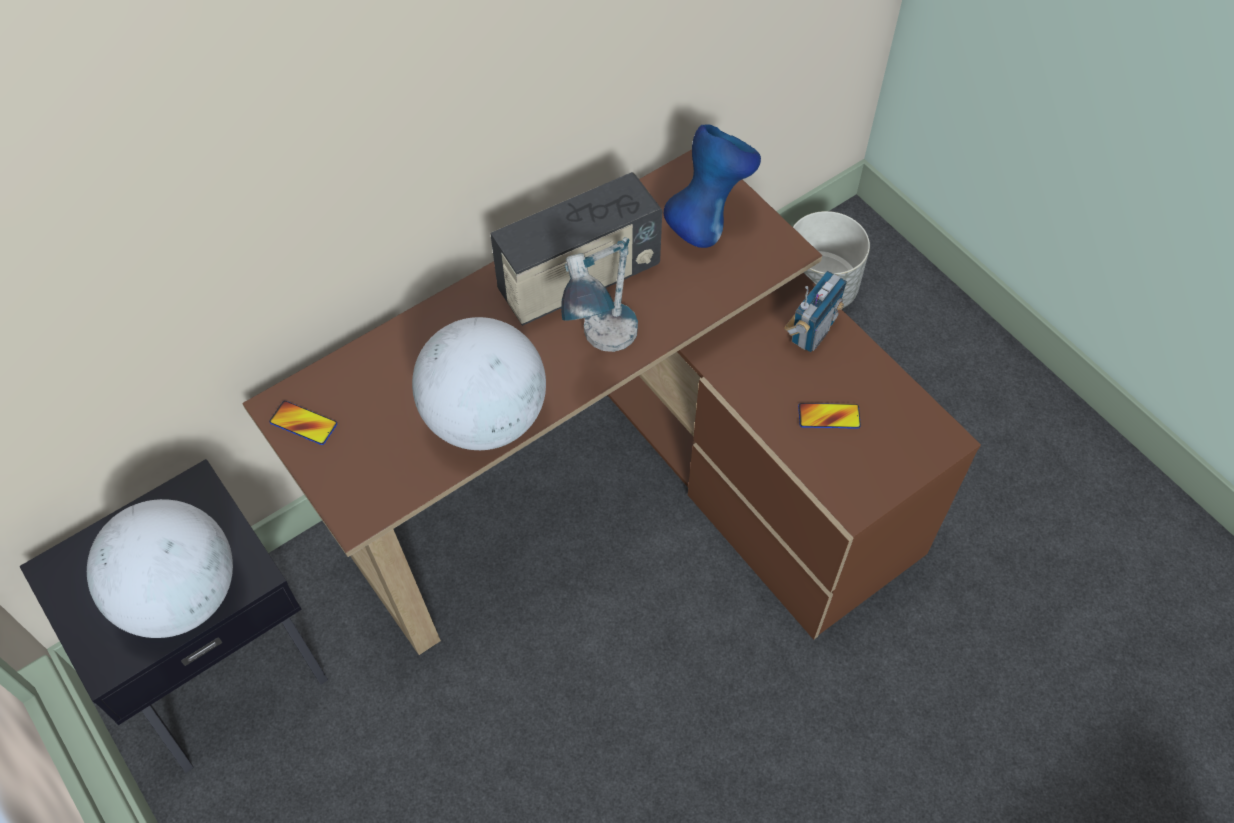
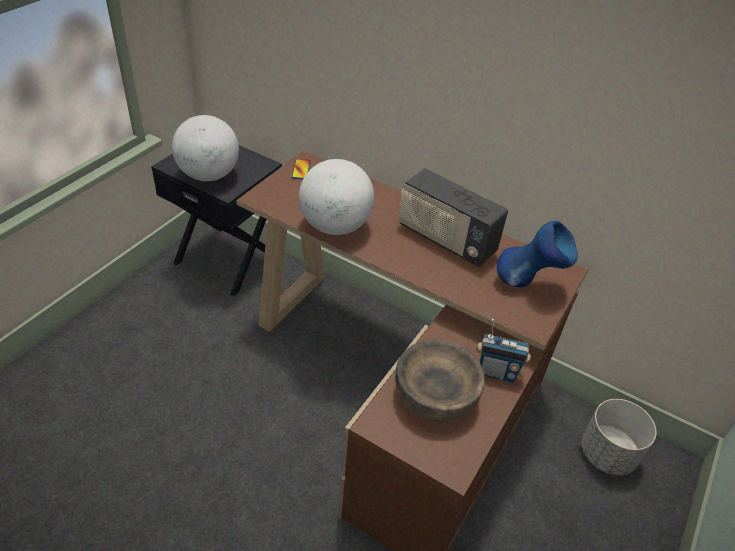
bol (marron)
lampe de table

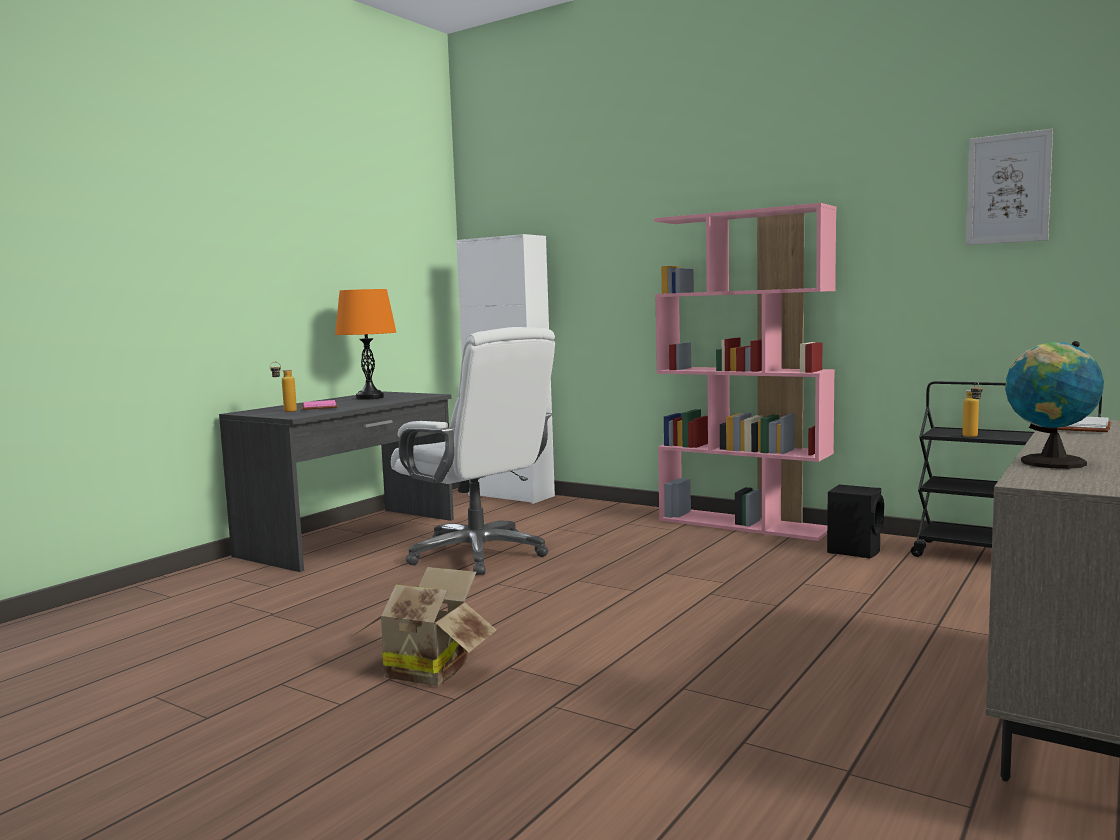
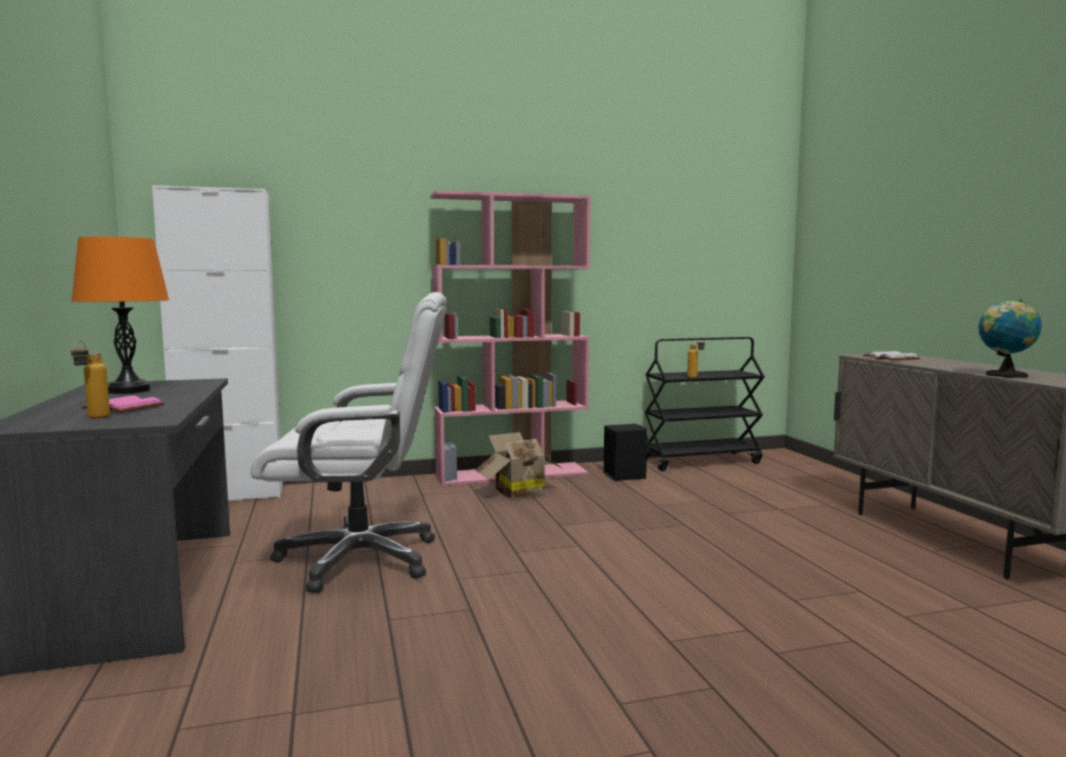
carton
tableau

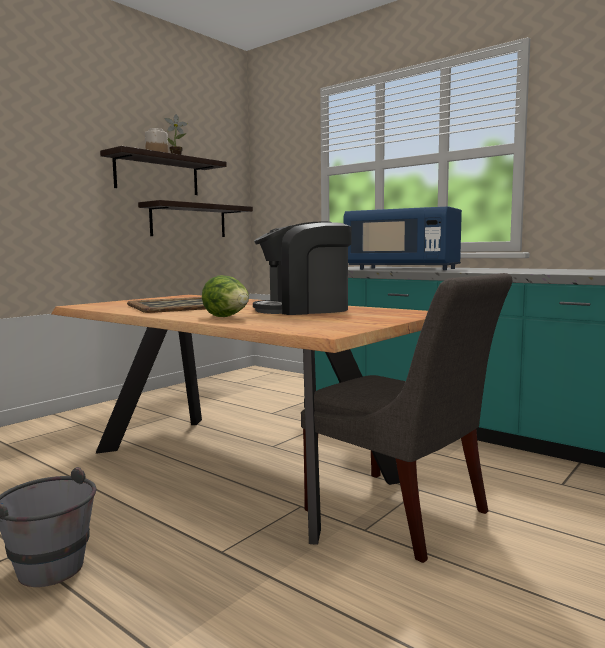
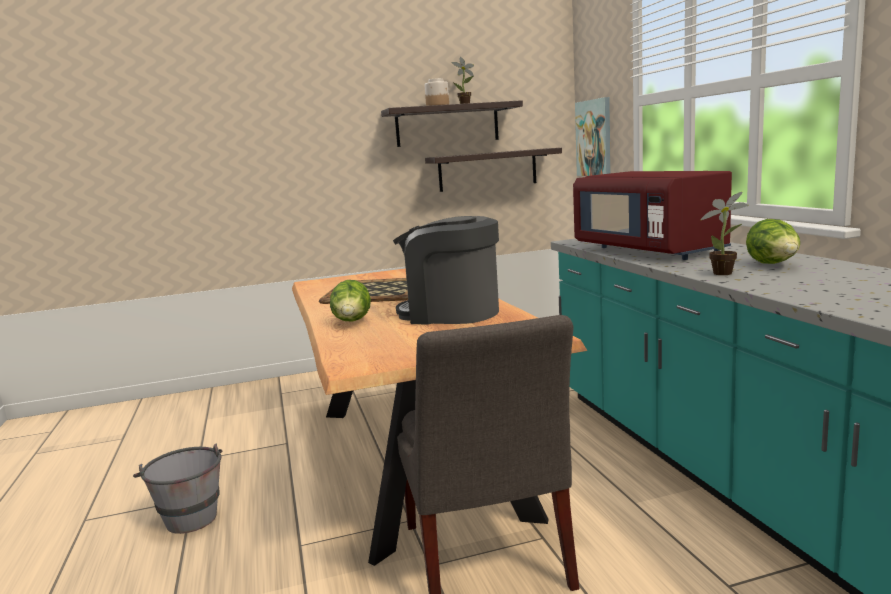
micro-ondes (rouge)
tableau
plante en pot (no. 2 from left)
laitue (no. 2 from left)

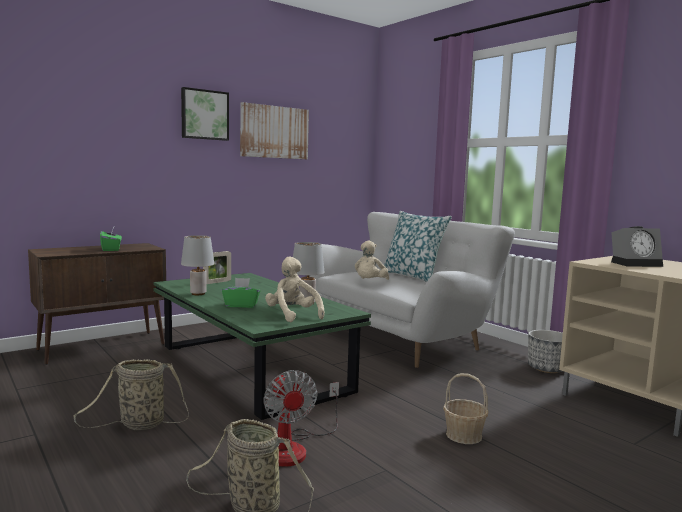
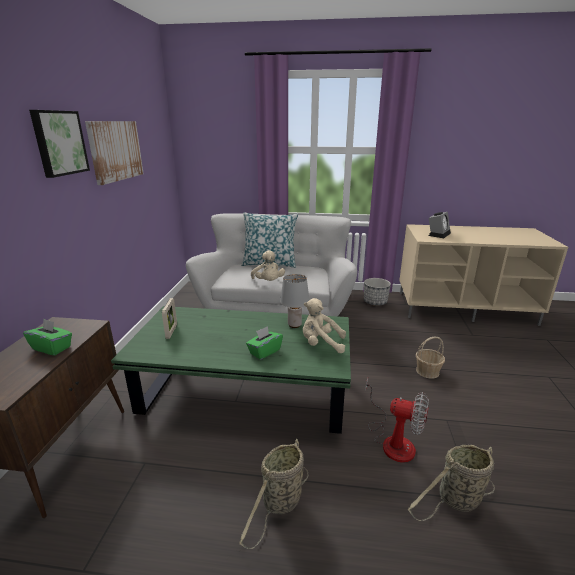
lampe de table (gris) (no. 1 from left in the first image)

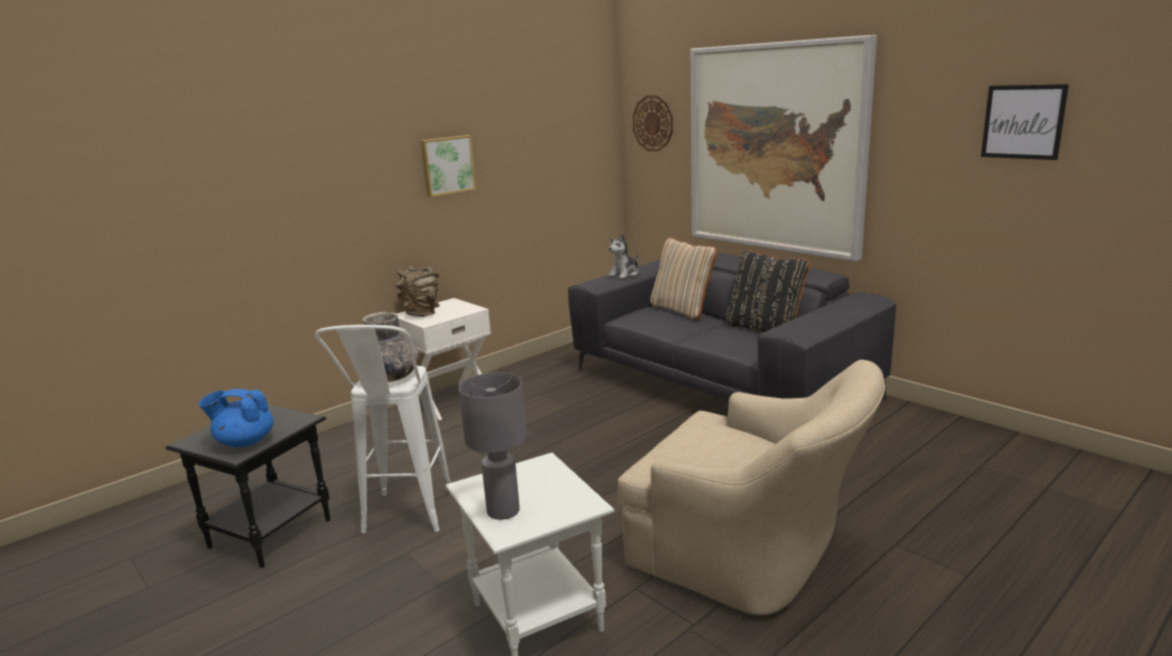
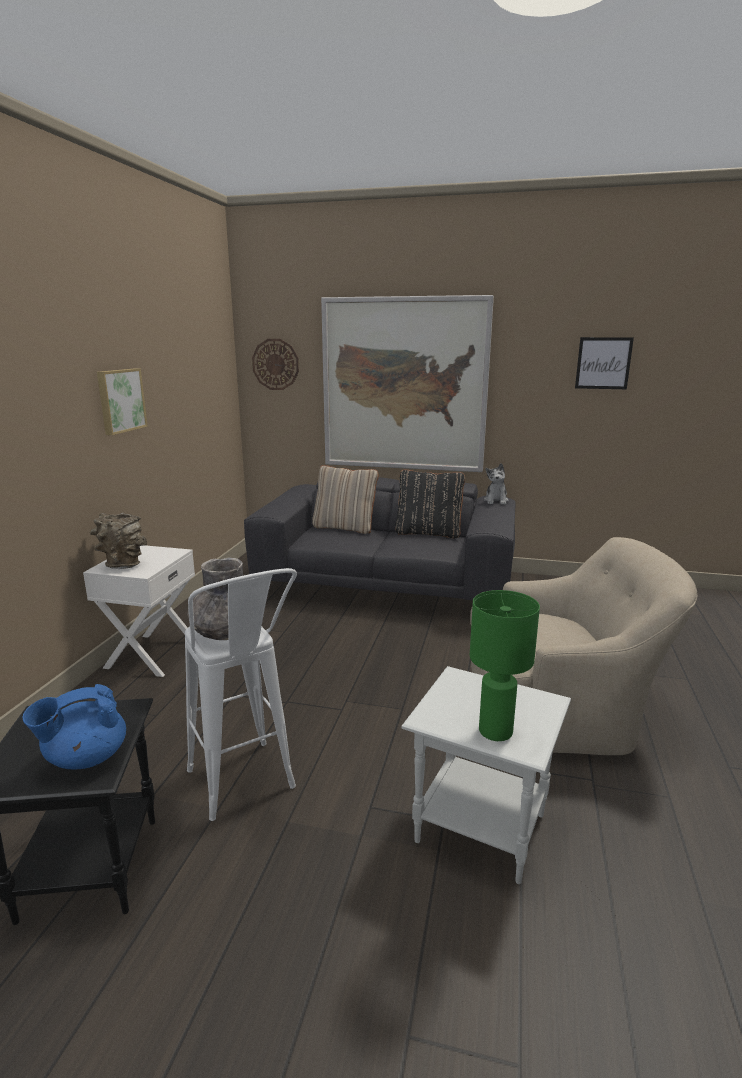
lampe de table (vert)
peluche

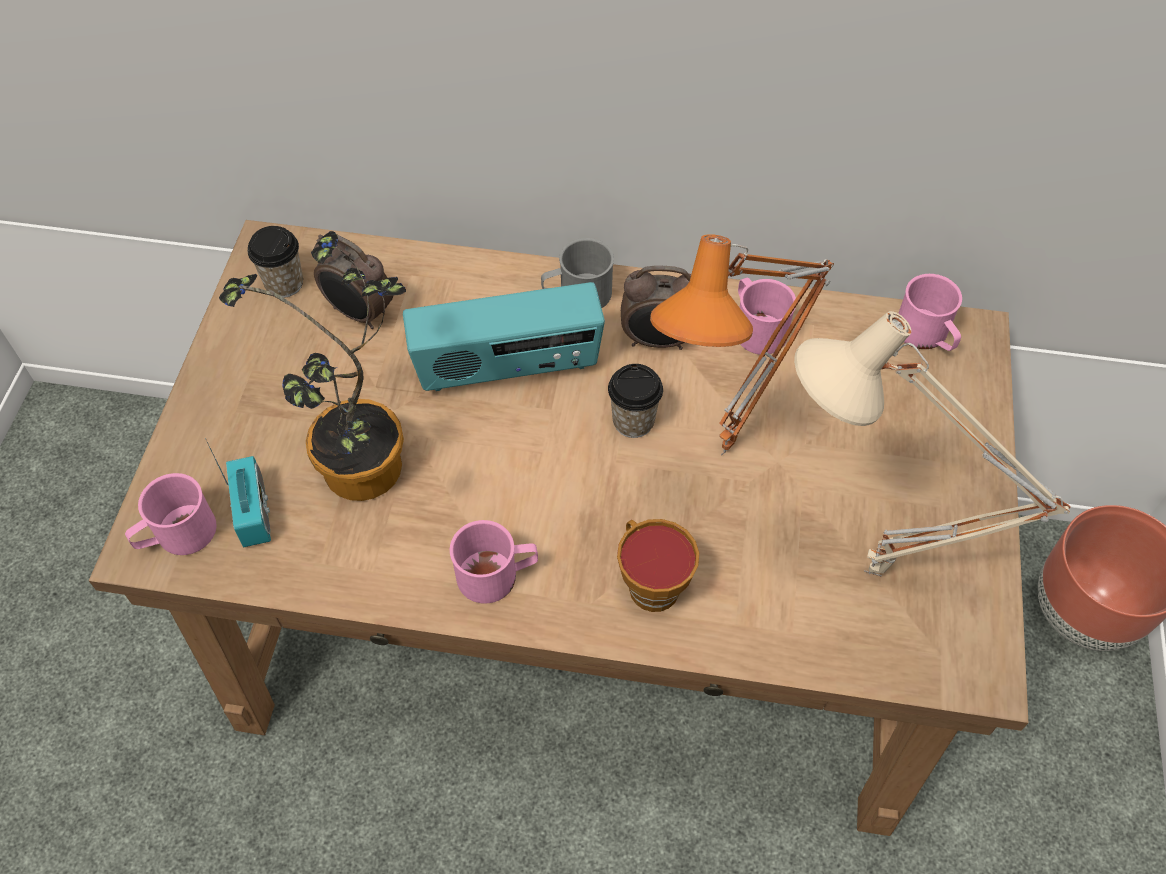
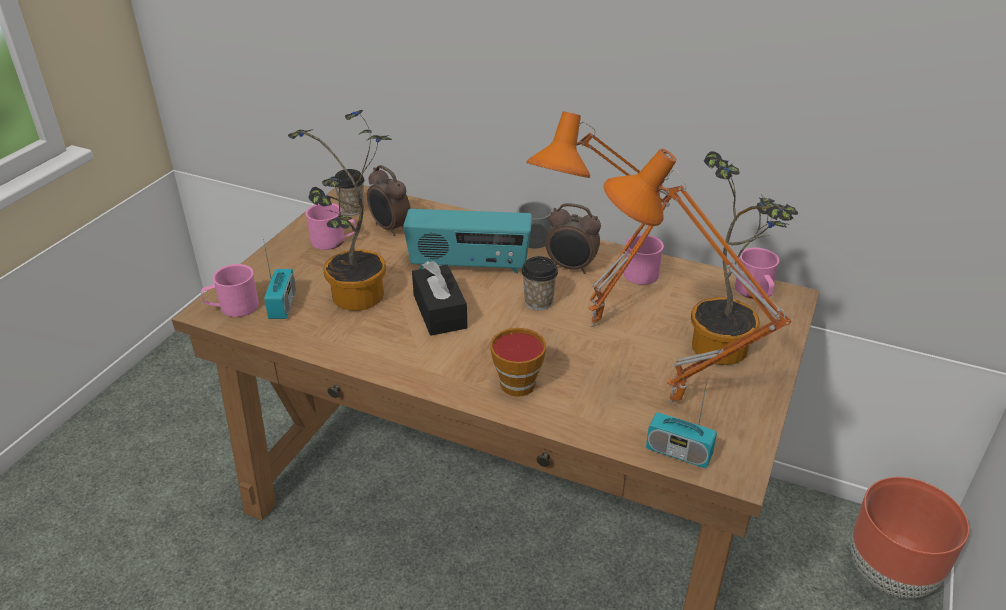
mug (rose) (no. 2 from left)
boîte à mouchoirs (noir)
lampe de table (orange) (no. 2 from left)
radio (no. 3 from left)
plante en pot (no. 2 from left)

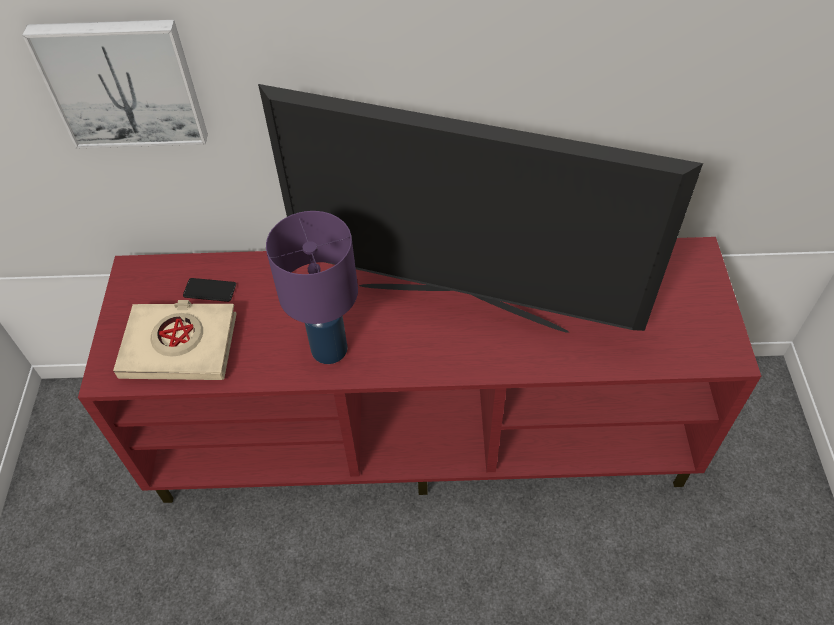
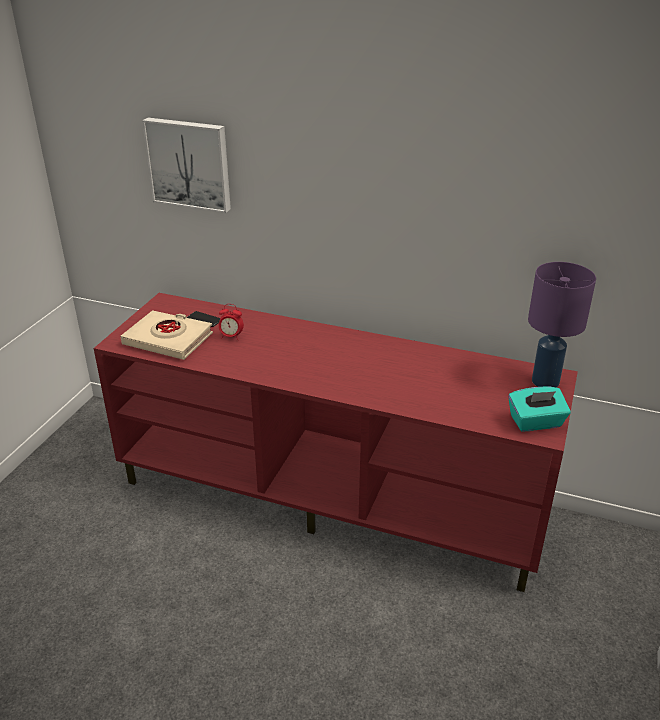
réveil
boîte à mouchoirs (turquoise)
lampe de table (violet)
téléviseur

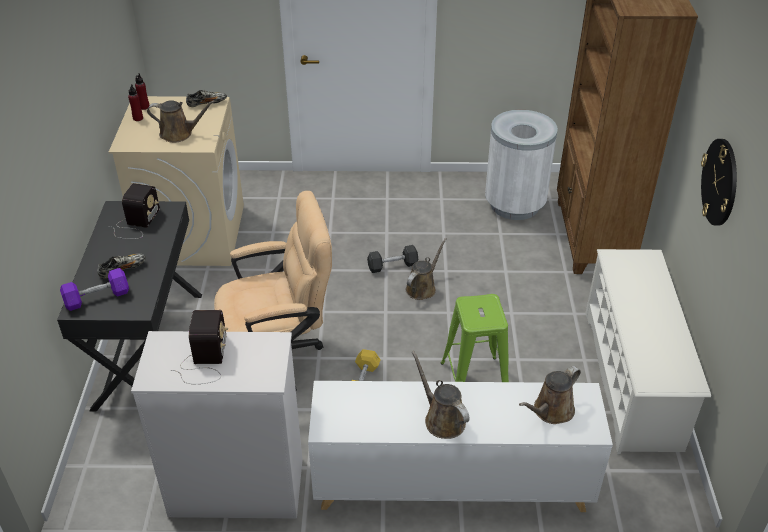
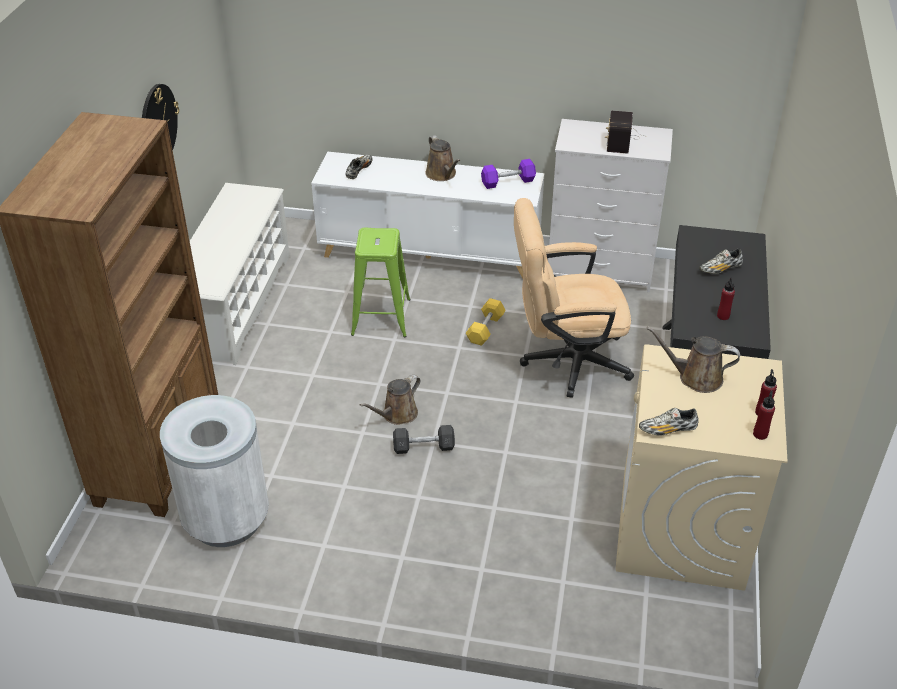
chaussure (no. 1 from left)
haltère (violet)
bouteille (rouge) (no. 1 from left)

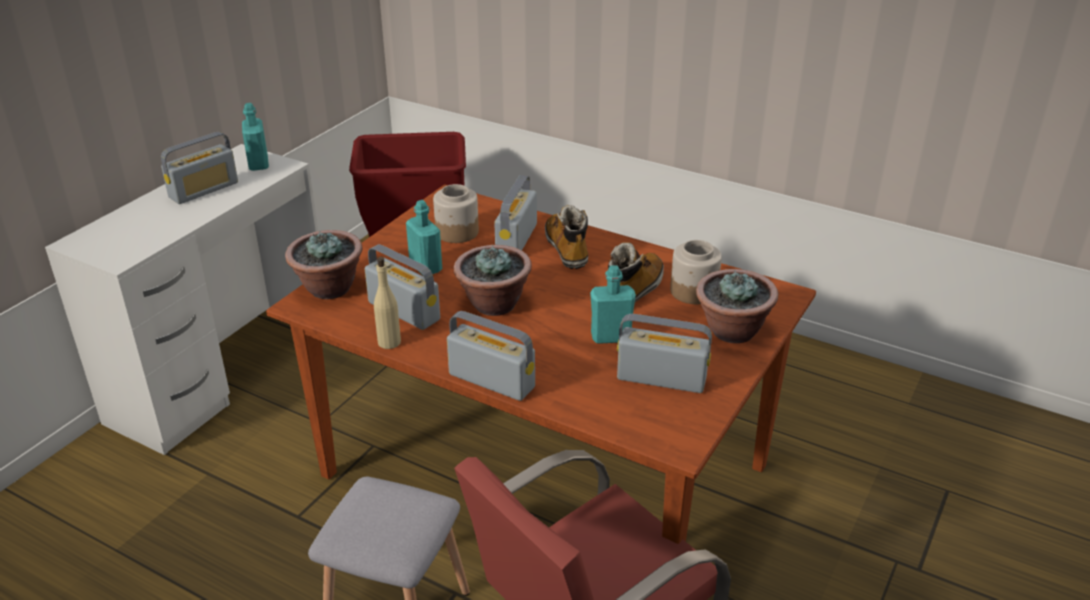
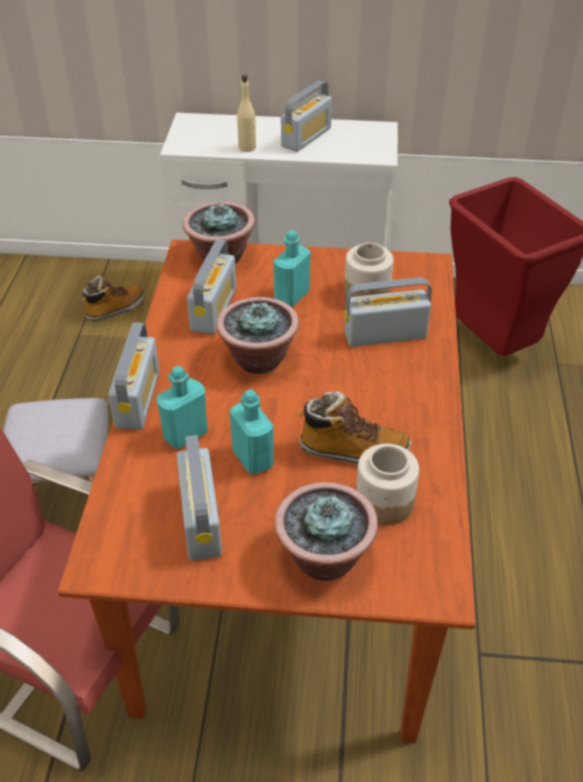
botte (no. 1 from left)
bouteille (turquoise) (no. 1 from left)
bouteille (beige)
radio (no. 4 from left)

